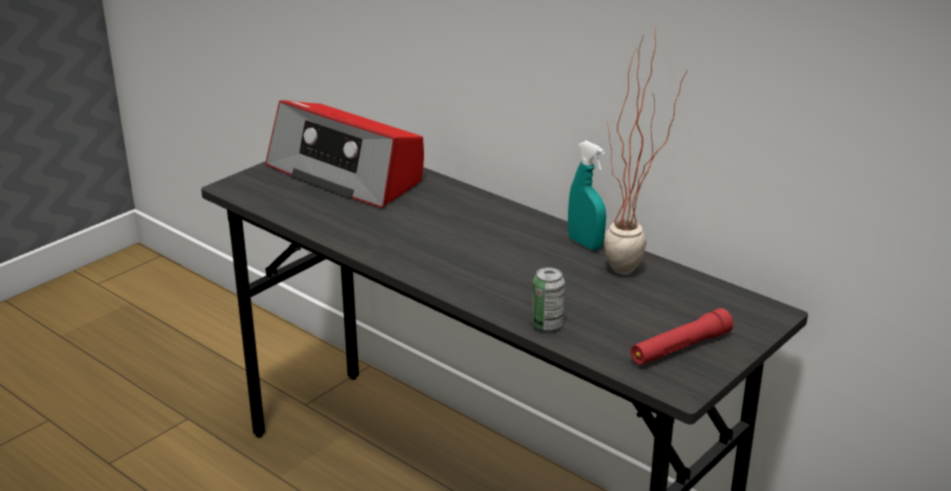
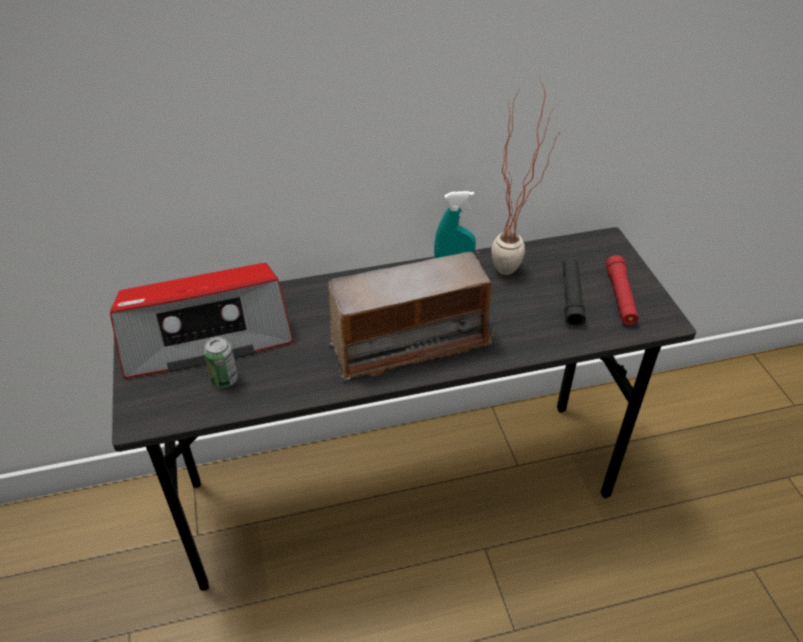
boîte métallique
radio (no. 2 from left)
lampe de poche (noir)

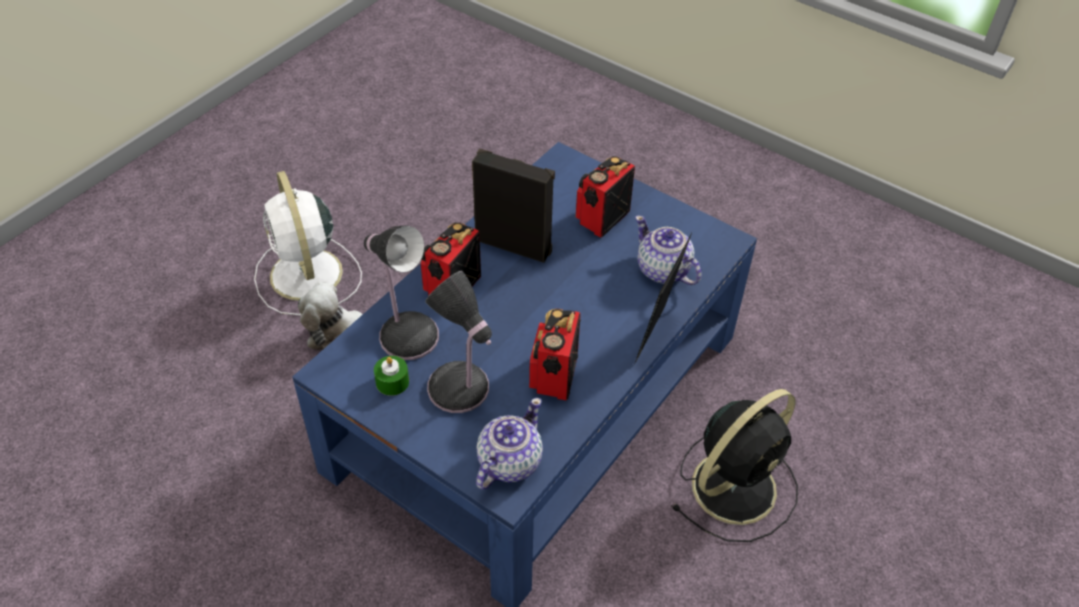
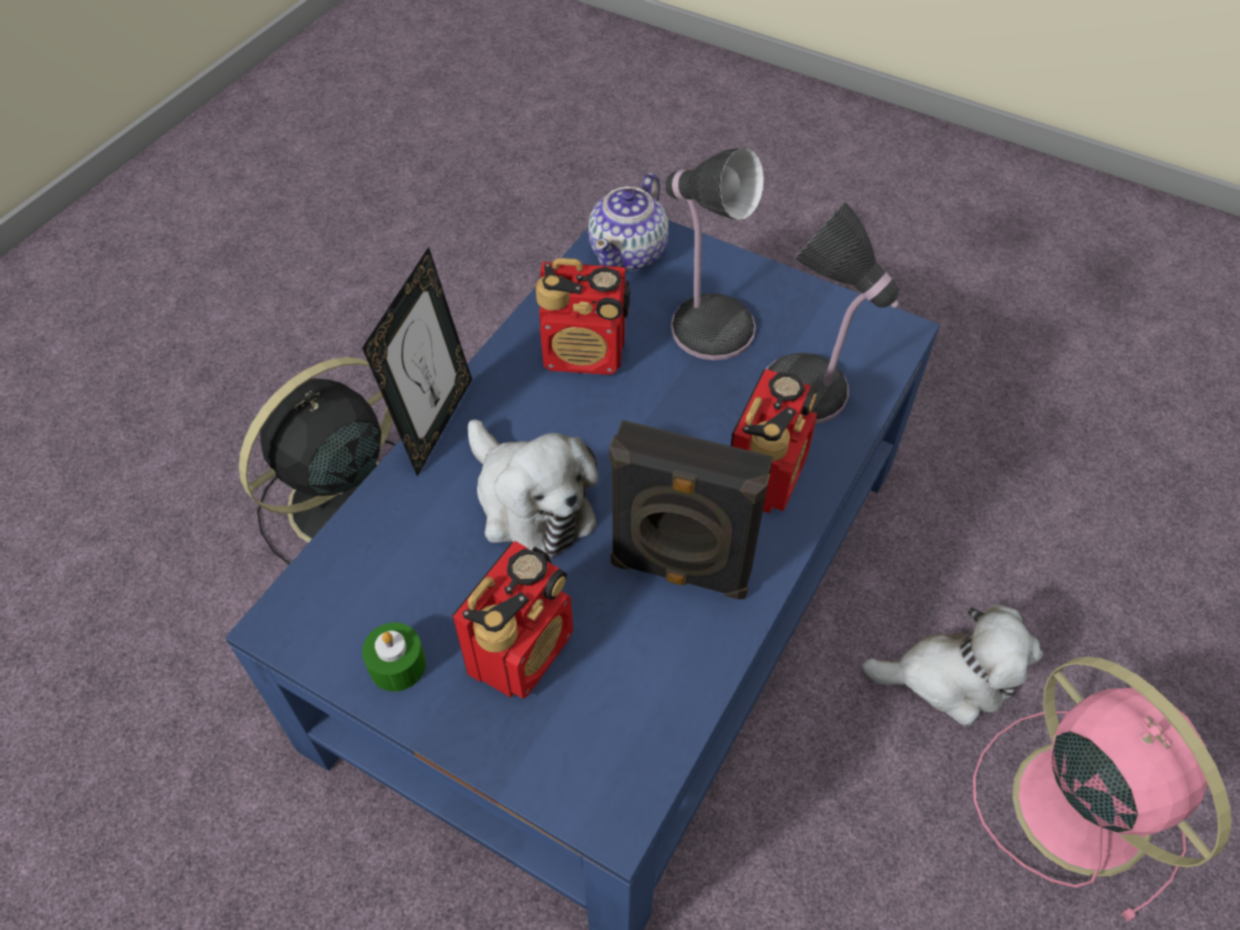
bougie (vert)
peluche (no. 1 from left)
radio (no. 2 from left)
ventilateur (rose)
théière (no. 2 from left in the first image)

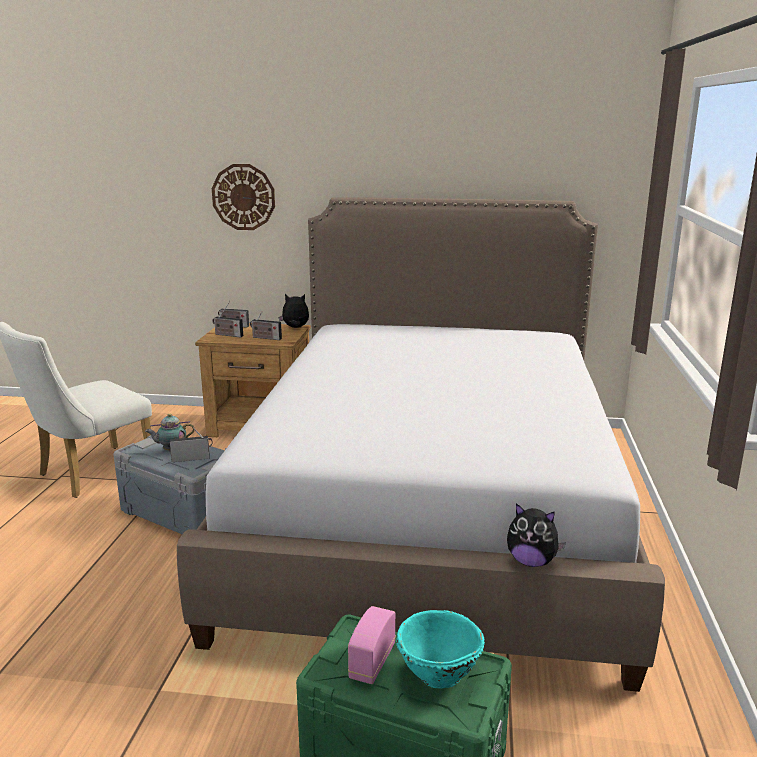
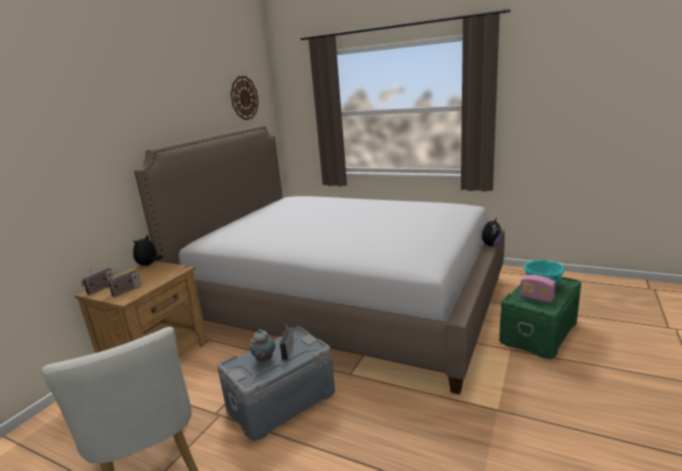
horloge murale
radio (no. 4 from left in the first image)

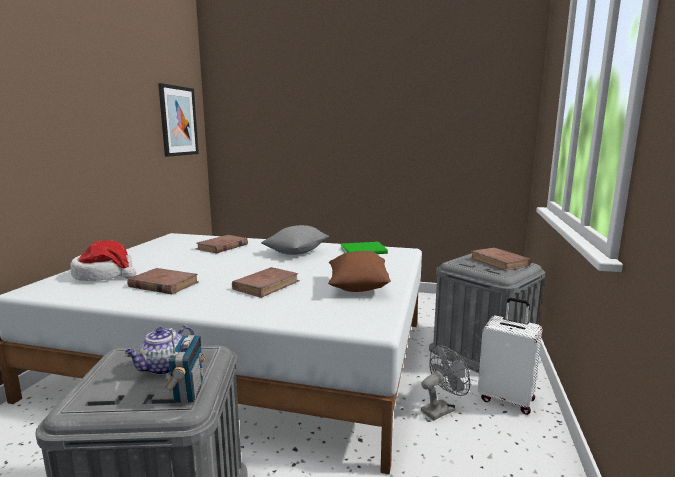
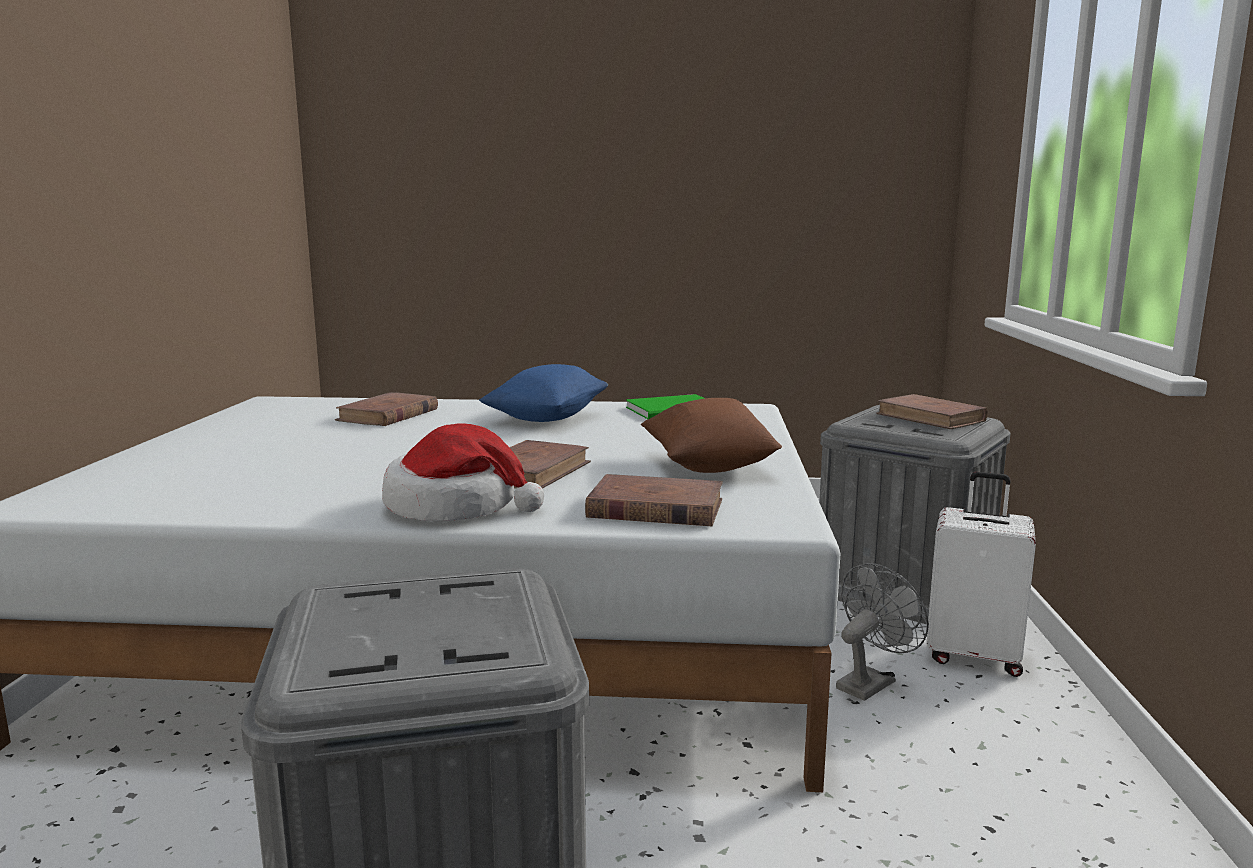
chapeau
coussin (bleu)
livre (marron) (no. 3 from left)
théière
tableau
radio

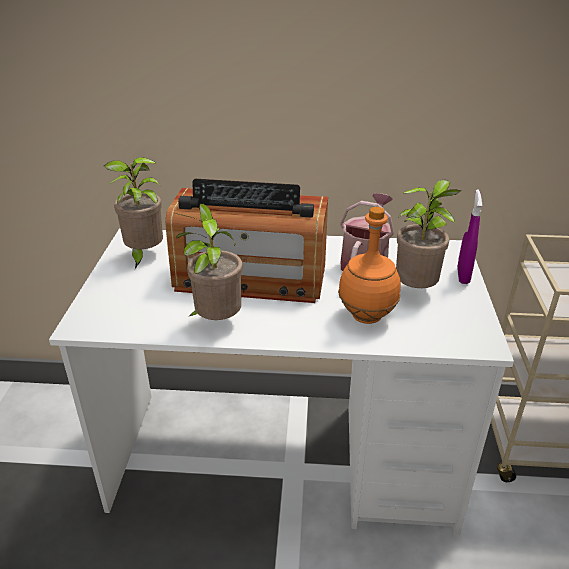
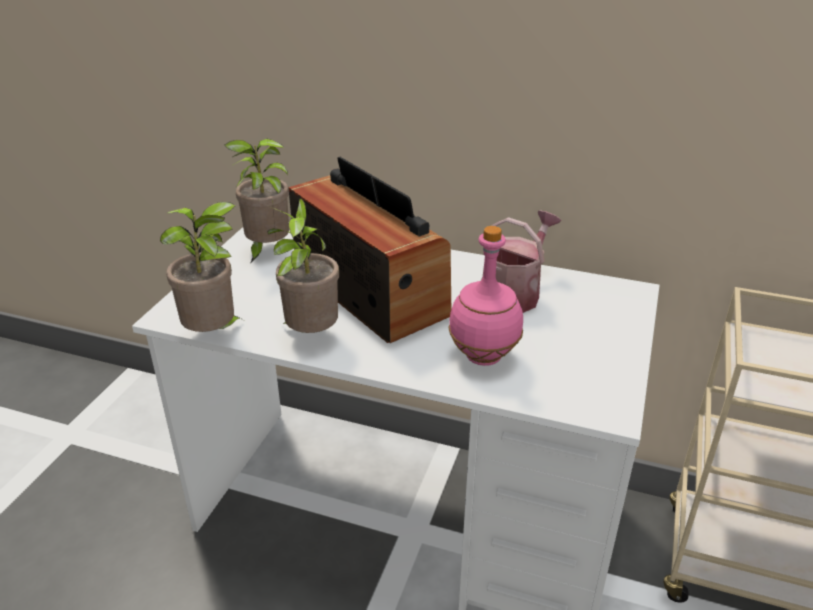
plante en pot (no. 1 from left)
radio
bouteille (rose)
vaporisateur (violet)

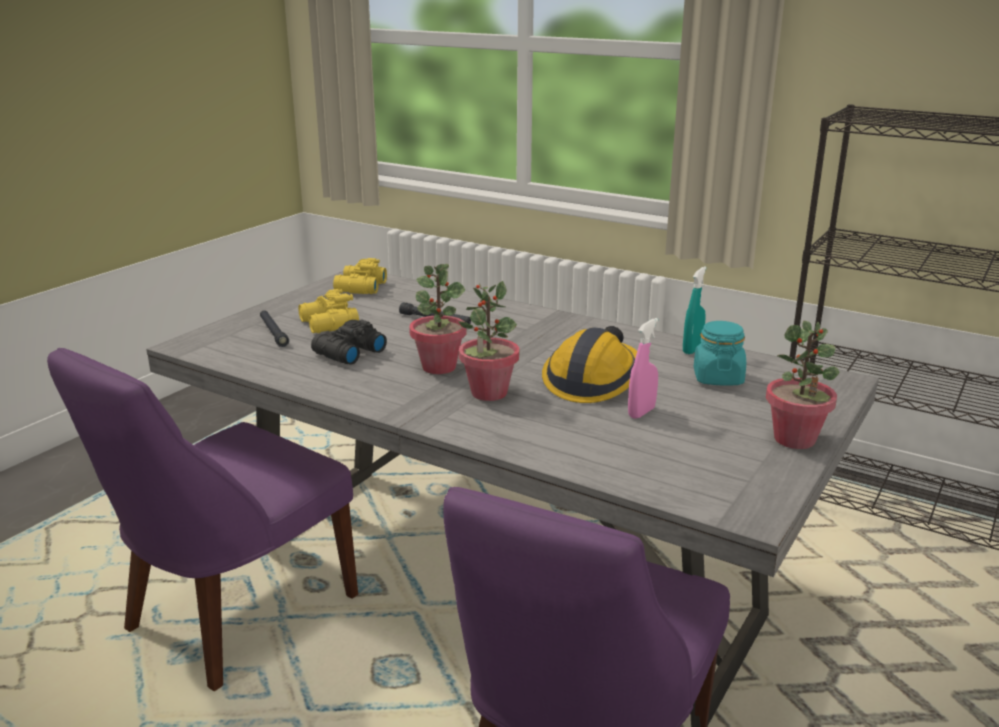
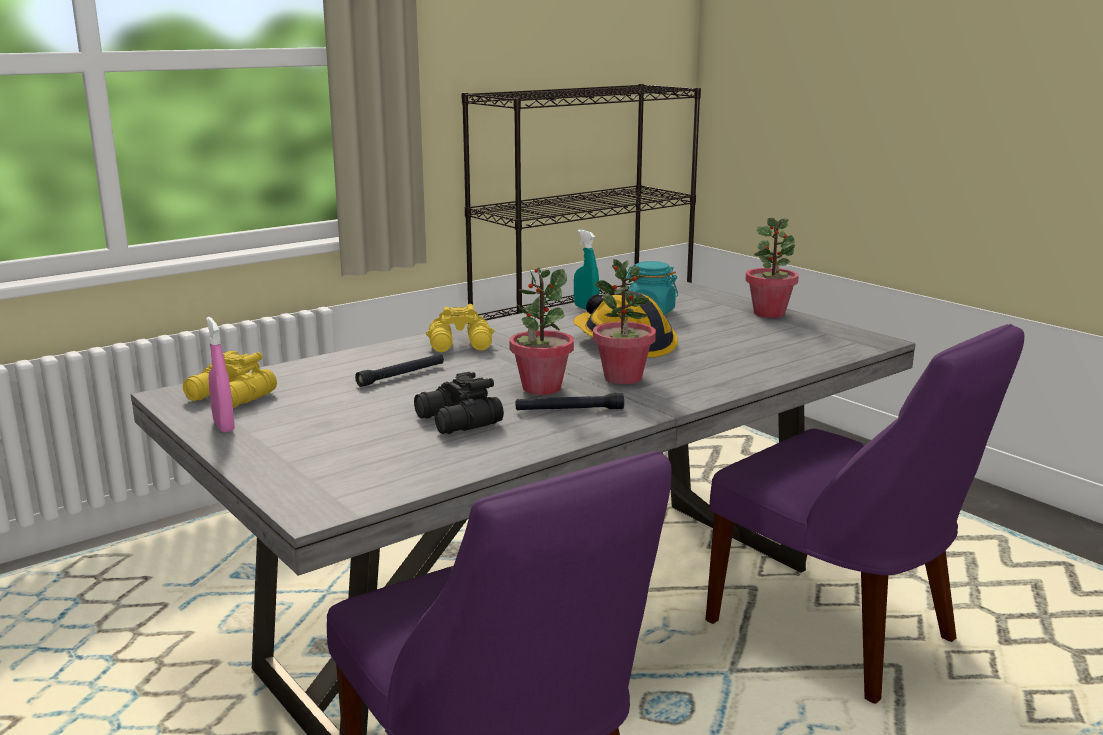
vaporisateur (rose)
jumelles (jaune) (no. 2 from left)
lampe de poche (noir) (no. 2 from left)

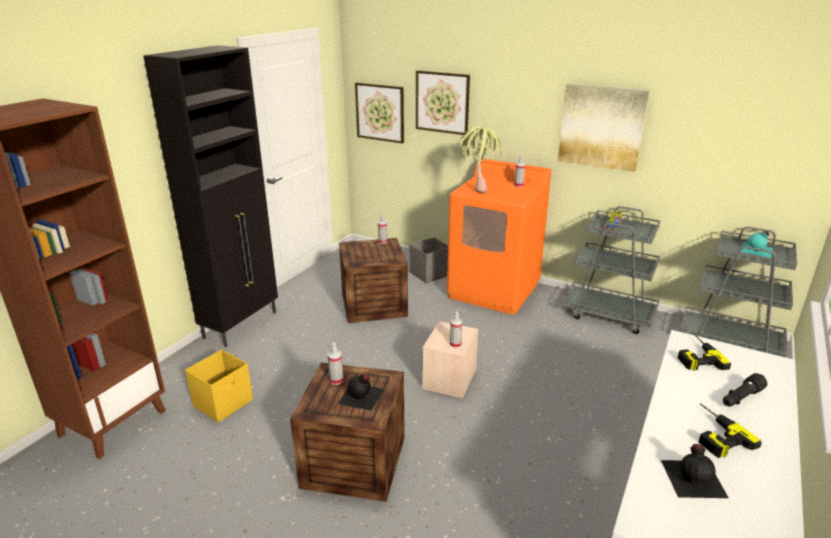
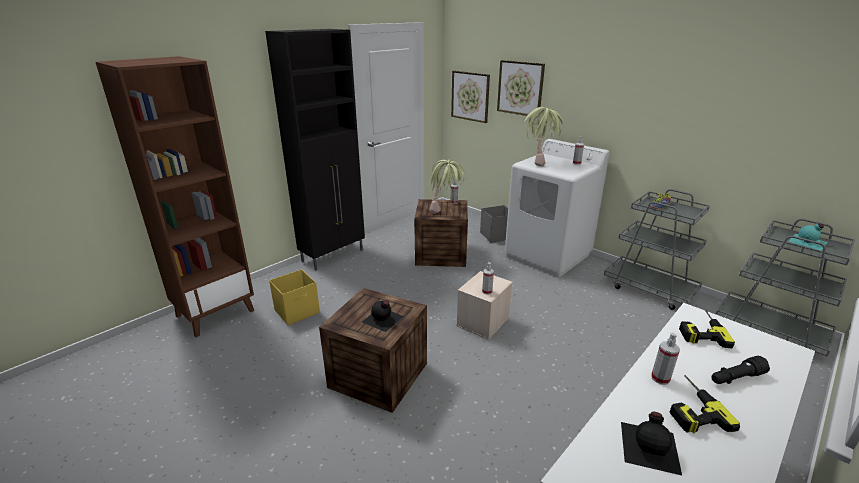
plante en pot (no. 1 from left)
lave-linge (blanc)
vaporisateur (no. 4 from left)
tableau (no. 3 from left in the first image)

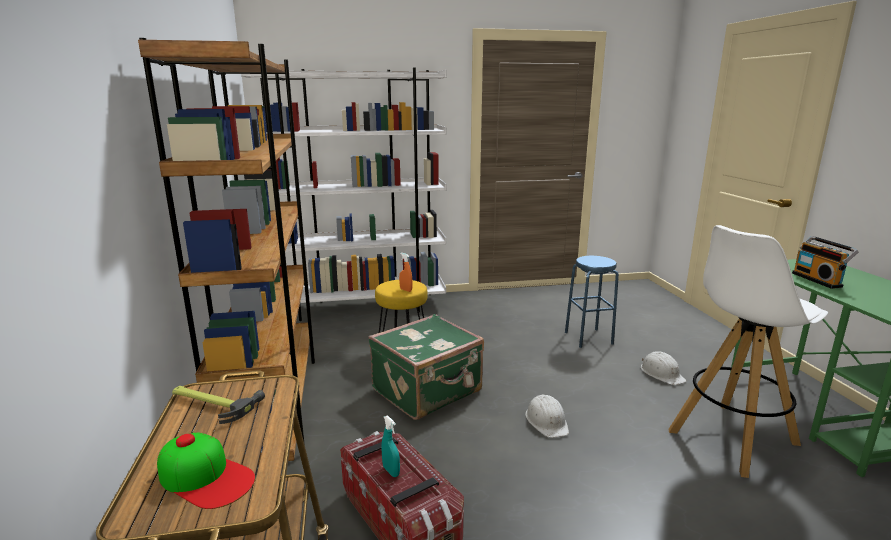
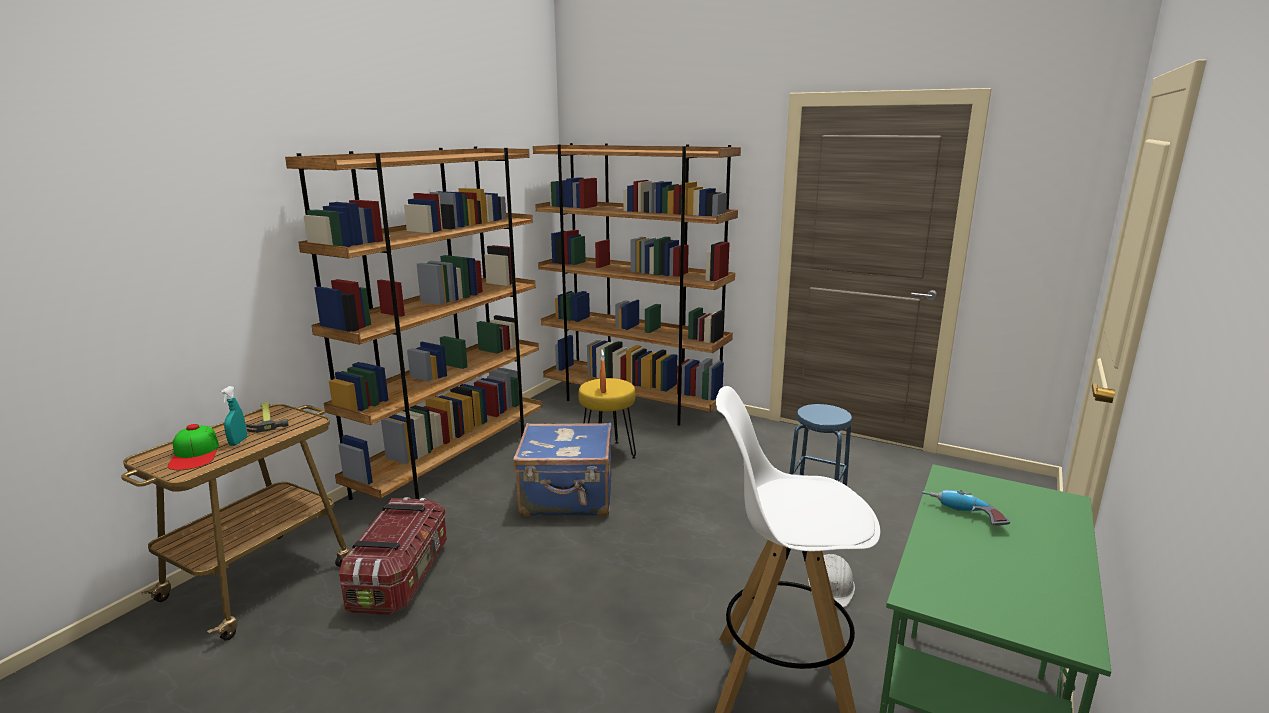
vaporisateur (turquoise)
valise (bleu)
bibliothèque (marron) (no. 2 from left)
perceuse
casque de chantier (blanc) (no. 1 from left in the first image)

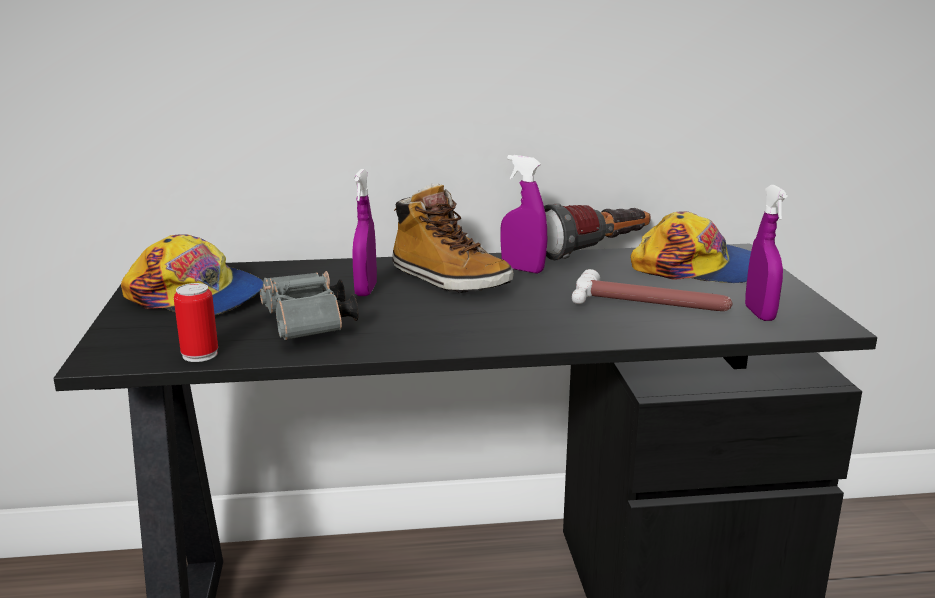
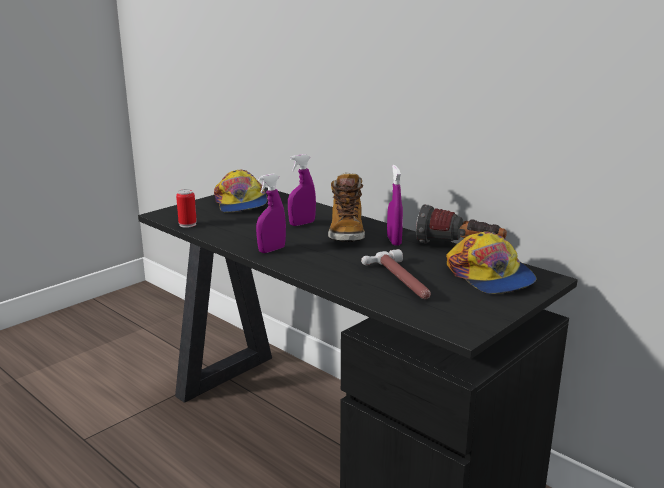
vaporisateur (violet) (no. 1 from left)
jumelles (gris)

